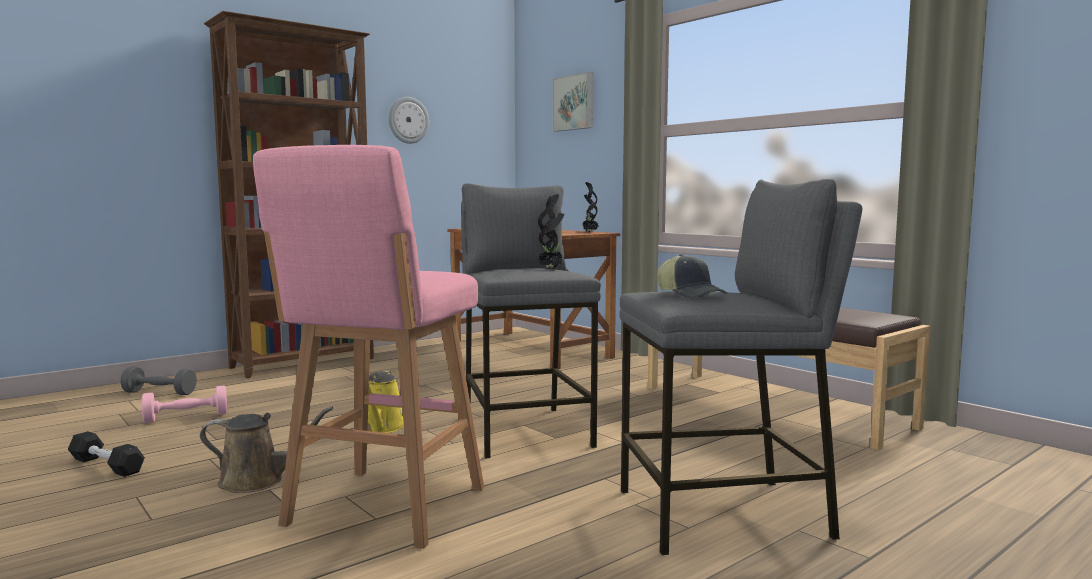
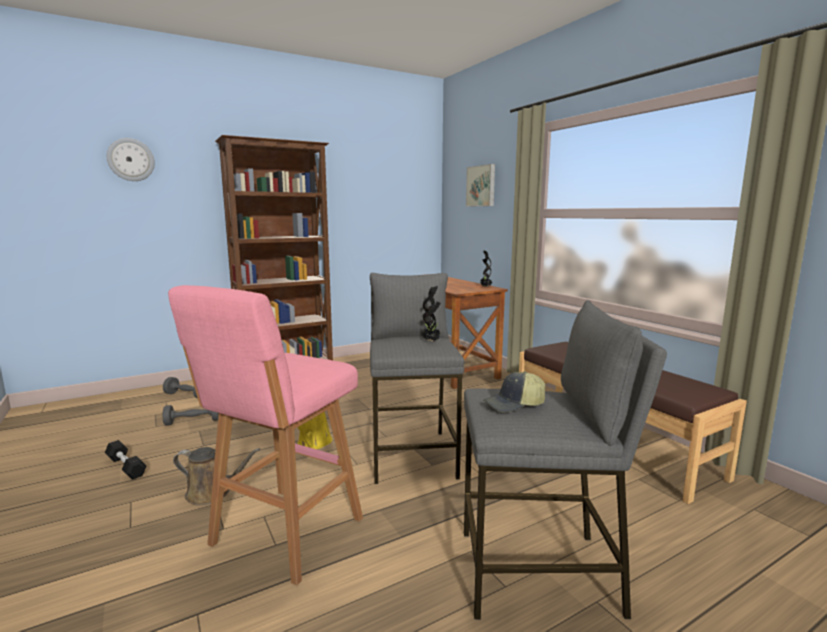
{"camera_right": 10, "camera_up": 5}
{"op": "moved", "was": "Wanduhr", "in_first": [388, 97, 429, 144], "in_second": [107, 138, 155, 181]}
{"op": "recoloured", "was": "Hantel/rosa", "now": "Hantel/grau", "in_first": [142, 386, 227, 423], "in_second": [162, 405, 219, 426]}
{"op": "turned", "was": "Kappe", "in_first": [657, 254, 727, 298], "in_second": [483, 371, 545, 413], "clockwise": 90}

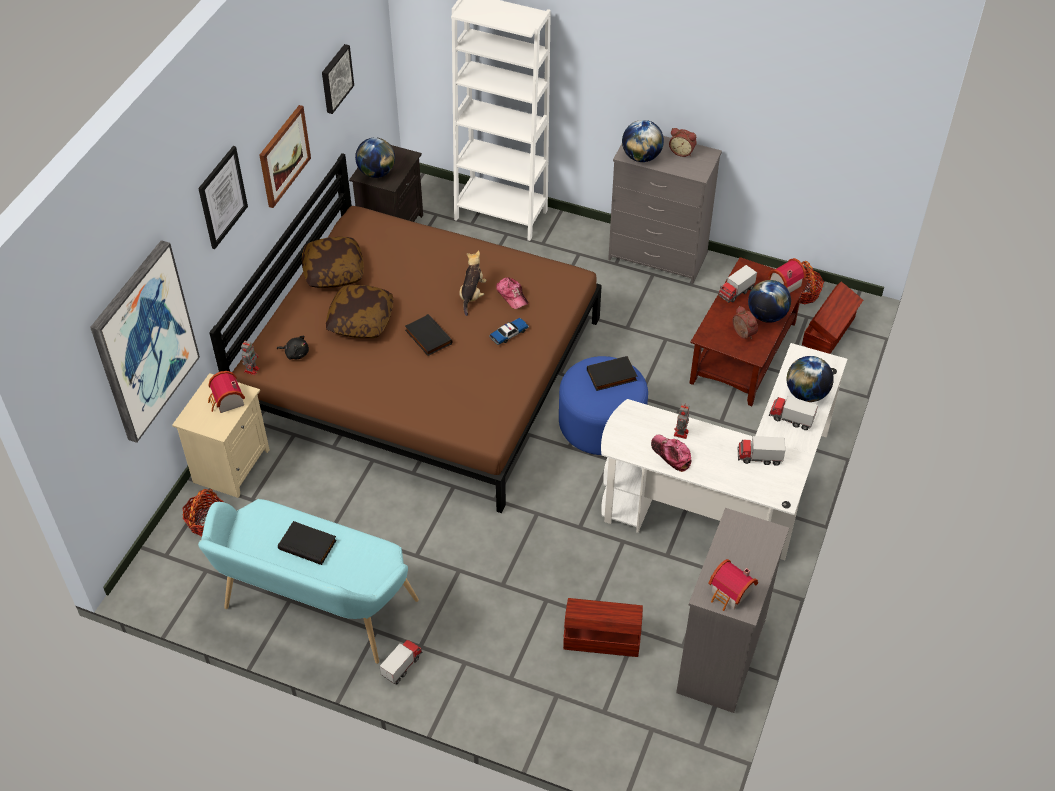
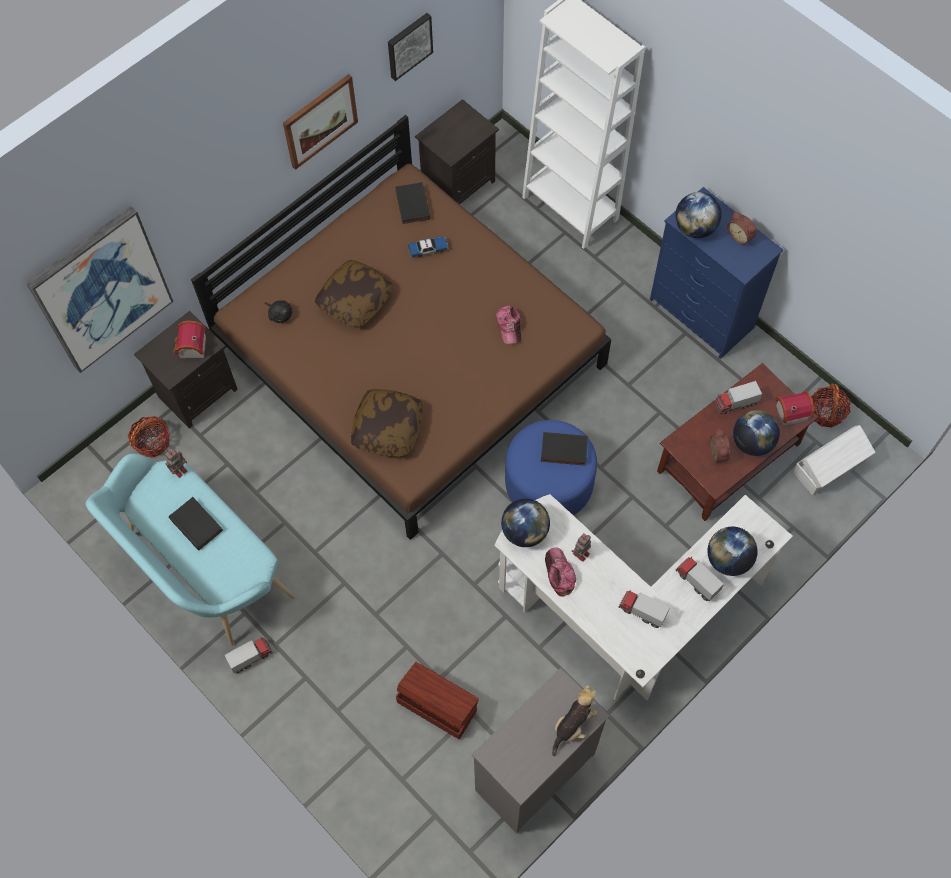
{"camera_right": 25, "camera_up": 15}
{"op": "recoloured", "was": "Nachttisch/beige", "now": "Nachttisch/schwarz", "in_first": [172, 373, 270, 498], "in_second": [134, 311, 238, 429]}
{"op": "moved", "was": "Spielzeugroboter", "in_first": [241, 341, 259, 375], "in_second": [165, 449, 187, 478]}
{"op": "moved", "was": "Kissen", "in_first": [302, 237, 364, 288], "in_second": [351, 389, 423, 457]}
{"op": "moved", "was": "Buch/schwarz", "in_first": [405, 314, 452, 356], "in_second": [395, 182, 430, 224]}
{"op": "moved", "was": "Spielzeugauto", "in_first": [489, 318, 529, 345], "in_second": [407, 237, 449, 257]}
{"op": "moved", "was": "Globus", "in_first": [355, 137, 395, 178], "in_second": [501, 499, 550, 547]}
{"op": "moved", "was": "Plüschtier", "in_first": [459, 250, 486, 316], "in_second": [552, 685, 597, 757]}
{"op": "recoloured", "was": "Kommode/grau", "now": "Kommode/blau", "in_first": [608, 136, 722, 283], "in_second": [650, 187, 783, 359]}
{"op": "recoloured", "was": "Aufbewahrungsbox/braun", "now": "Aufbewahrungsbox/weiß", "in_first": [802, 282, 863, 354], "in_second": [793, 425, 875, 496]}
{"op": "removed", "was": "Bild", "in_first": [198, 146, 248, 249]}
{"op": "removed", "was": "Spielzeughaus", "in_first": [708, 559, 758, 611]}

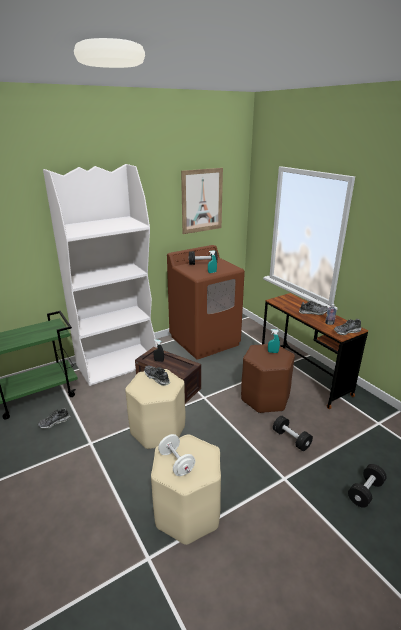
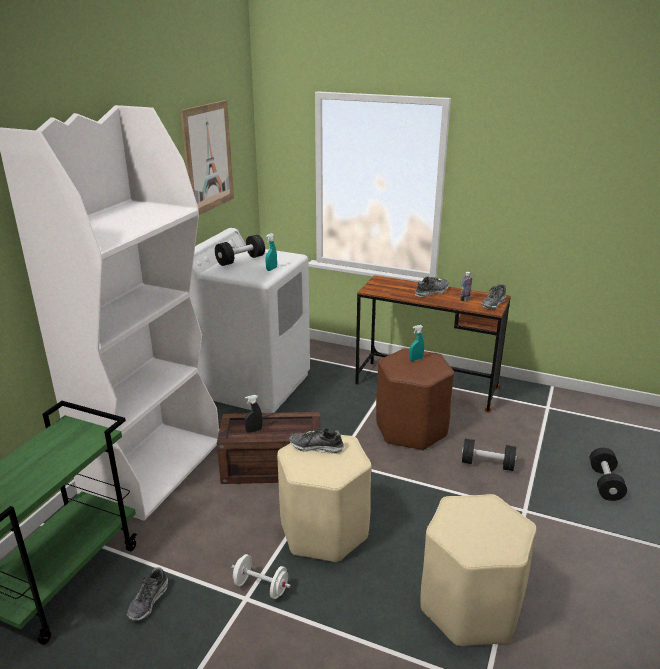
{"camera_right": -35, "camera_up": 0}
{"op": "recoloured", "was": "Waschmaschine/braun", "now": "Waschmaschine/weiß", "in_first": [167, 245, 245, 360], "in_second": [190, 228, 310, 413]}
{"op": "moved", "was": "Hantel/weiß", "in_first": [158, 434, 195, 476], "in_second": [231, 554, 291, 599]}

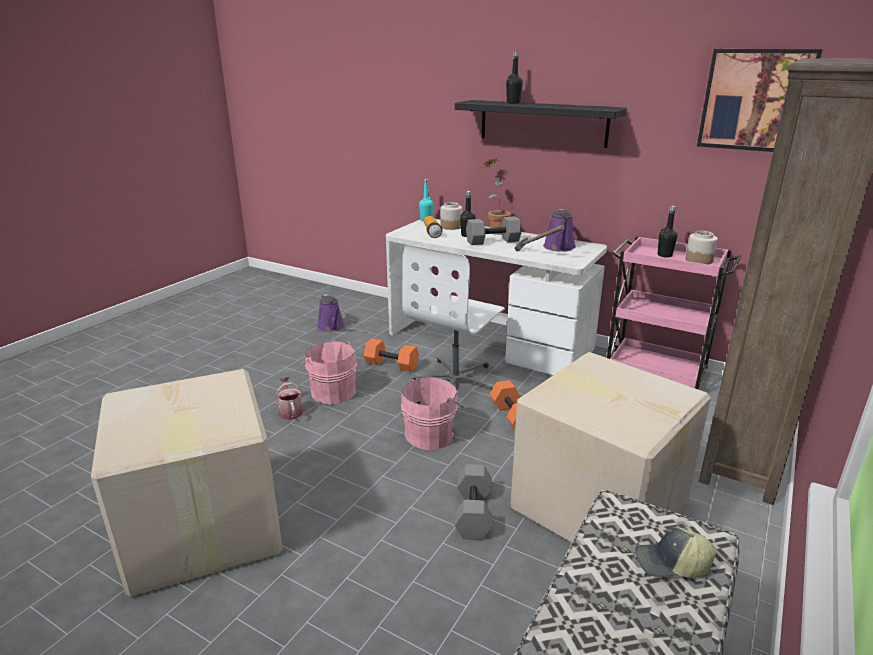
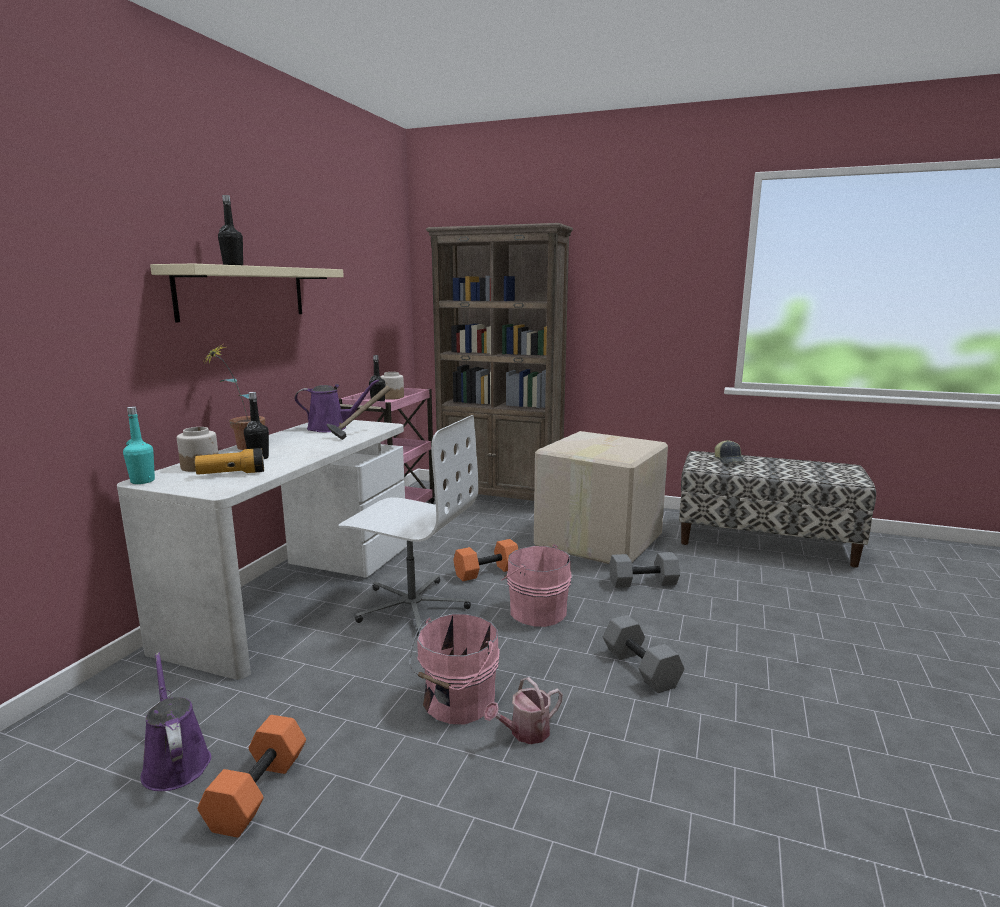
{"camera_right": -100, "camera_up": -10}
{"op": "turned", "was": "Gießkanne/lila", "in_first": [317, 294, 344, 332], "in_second": [141, 652, 211, 791], "clockwise": -90}
{"op": "recoloured", "was": "Wandregal/schwarz", "now": "Wandregal/beige", "in_first": [455, 100, 627, 148], "in_second": [150, 264, 344, 322]}
{"op": "moved", "was": "Hantel/orange", "in_first": [364, 338, 419, 372], "in_second": [197, 715, 306, 837]}
{"op": "moved", "was": "Hantel/grau", "in_first": [466, 216, 522, 245], "in_second": [603, 615, 684, 693]}
{"op": "removed", "was": "Karton", "in_first": [91, 369, 283, 596]}
{"op": "removed", "was": "Bild", "in_first": [697, 49, 823, 152]}

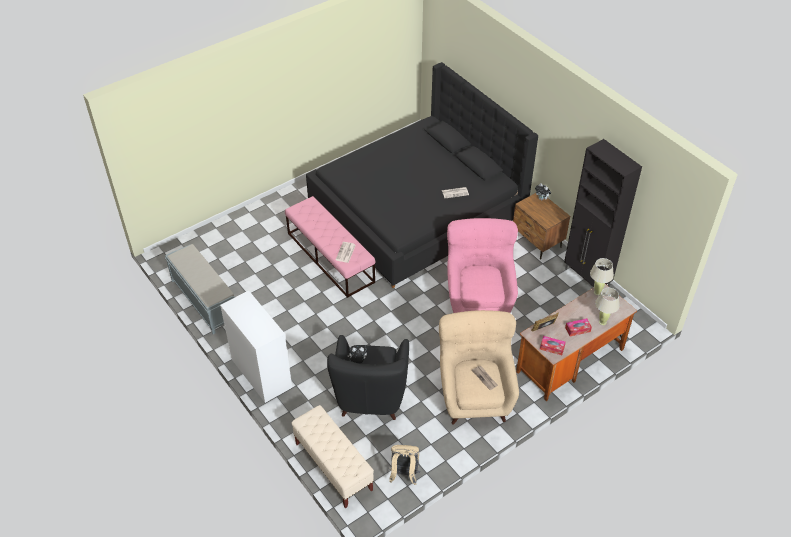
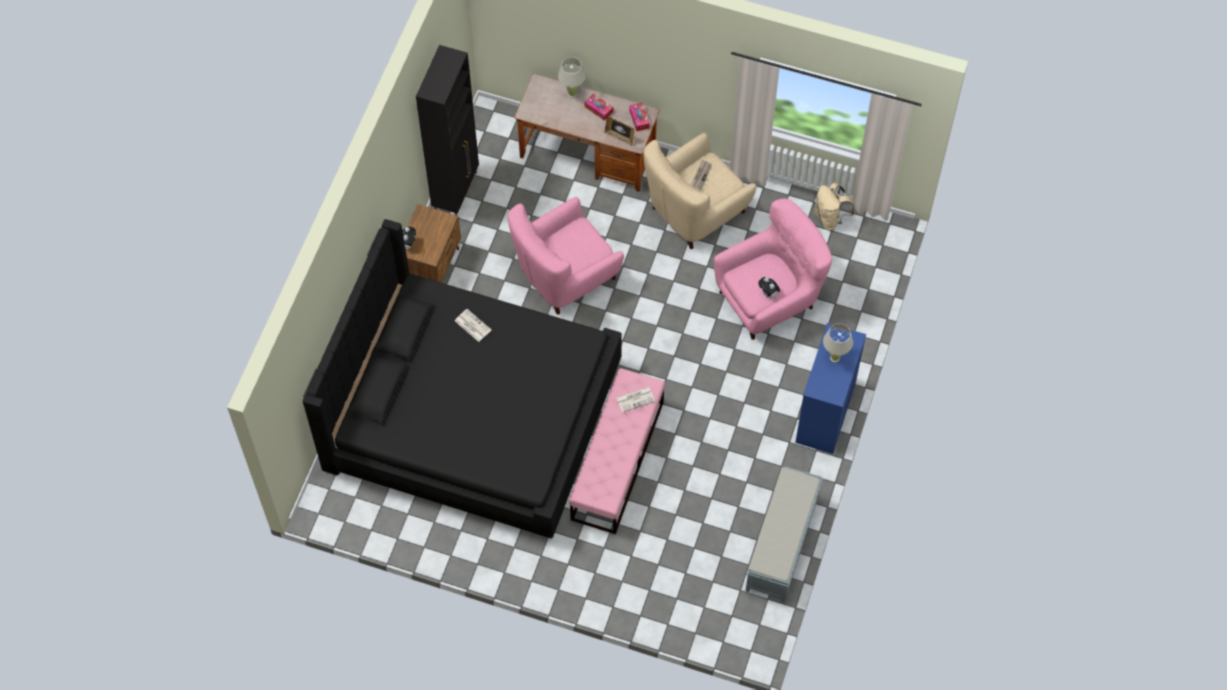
{"camera_right": -125, "camera_up": 15}
{"op": "recoloured", "was": "Sessel/schwarz", "now": "Sessel/rosa", "in_first": [327, 335, 409, 420], "in_second": [714, 198, 832, 340]}
{"op": "recoloured", "was": "Kommode/weiß", "now": "Kommode/blau", "in_first": [220, 290, 292, 403], "in_second": [795, 323, 866, 454]}
{"op": "moved", "was": "Tischlampe/beige", "in_first": [590, 258, 614, 295], "in_second": [823, 323, 853, 362]}
{"op": "removed", "was": "Bank/beige", "in_first": [291, 405, 374, 508]}

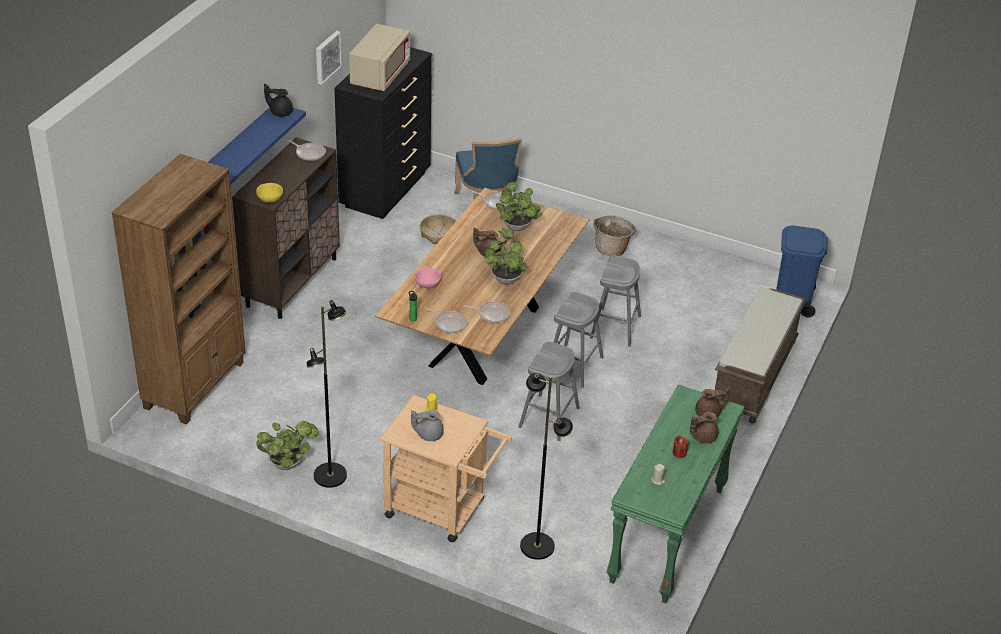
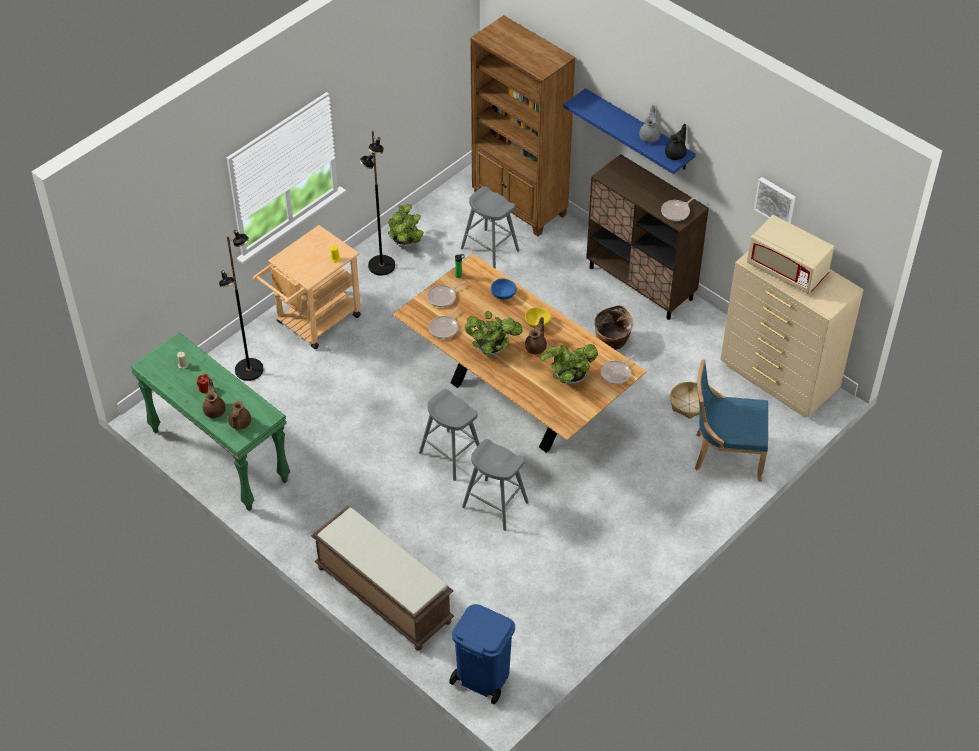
{"camera_right": 110, "camera_up": 10}
{"op": "moved", "was": "Hocker/grau", "in_first": [519, 342, 580, 441], "in_second": [461, 186, 519, 269]}
{"op": "recoloured", "was": "Schüssel/rosa", "now": "Schüssel/blau", "in_first": [414, 267, 441, 288], "in_second": [491, 278, 516, 300]}
{"op": "moved", "was": "Schüssel/gelb", "in_first": [256, 183, 283, 203], "in_second": [525, 307, 551, 328]}
{"op": "moved", "was": "Korb", "in_first": [593, 215, 636, 256], "in_second": [595, 305, 633, 350]}
{"op": "moved", "was": "Teekanne/grau", "in_first": [411, 410, 444, 441], "in_second": [639, 105, 661, 143]}
{"op": "recoloured", "was": "Kommode/schwarz", "now": "Kommode/beige", "in_first": [334, 47, 432, 219], "in_second": [720, 252, 864, 417]}

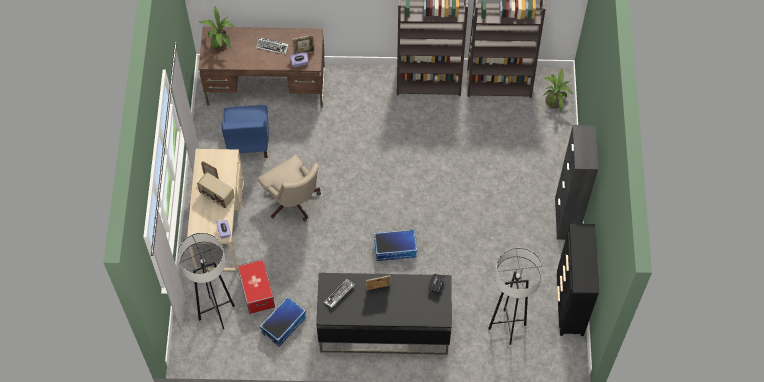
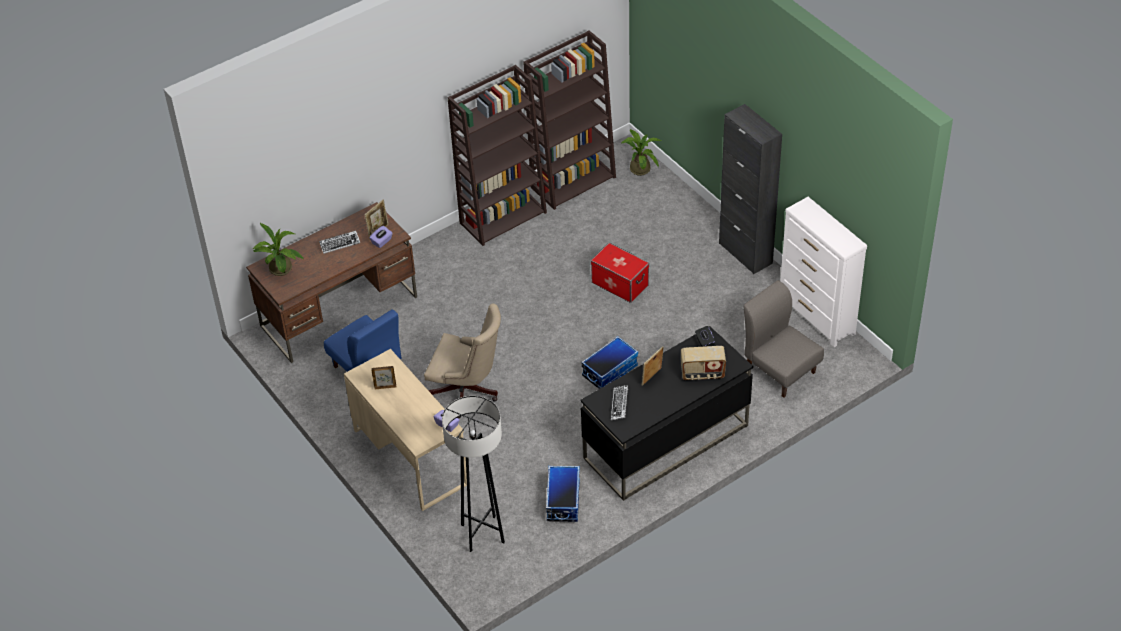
{"camera_right": -35, "camera_up": -15}
{"op": "moved", "was": "Aufbewahrungsbox", "in_first": [237, 259, 275, 314], "in_second": [591, 243, 649, 303]}
{"op": "moved", "was": "Radio", "in_first": [197, 172, 235, 208], "in_second": [681, 346, 726, 380]}
{"op": "replaced", "was": "Stehlampe/grau", "now": "Stuhl/grau", "in_first": [488, 248, 543, 345], "in_second": [744, 280, 824, 398]}
{"op": "recoloured", "was": "Kommode/schwarz", "now": "Kommode/weiß", "in_first": [557, 224, 599, 336], "in_second": [780, 197, 867, 347]}

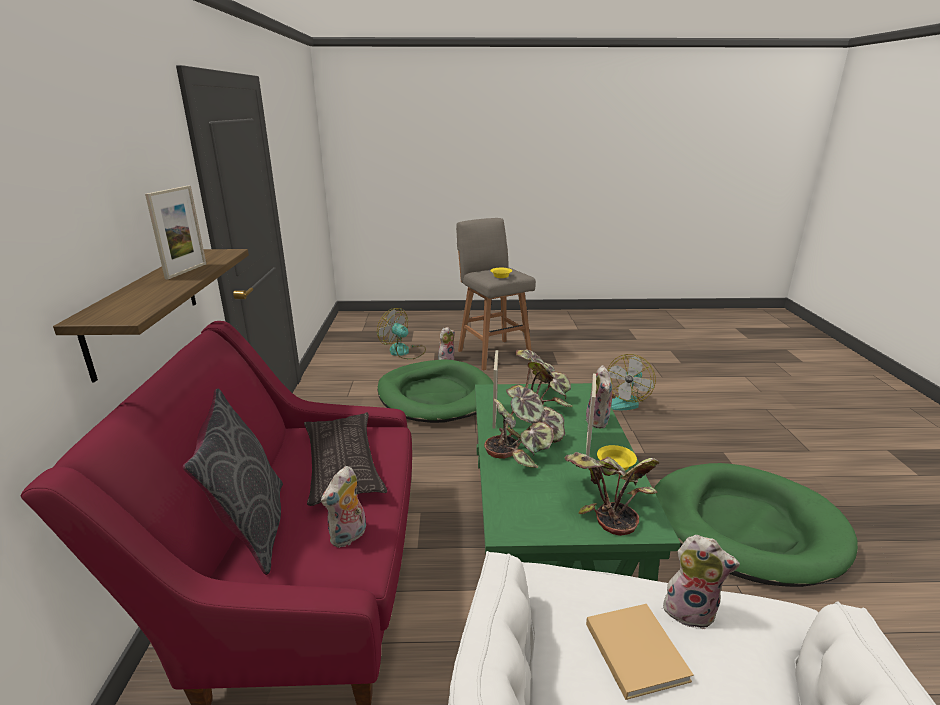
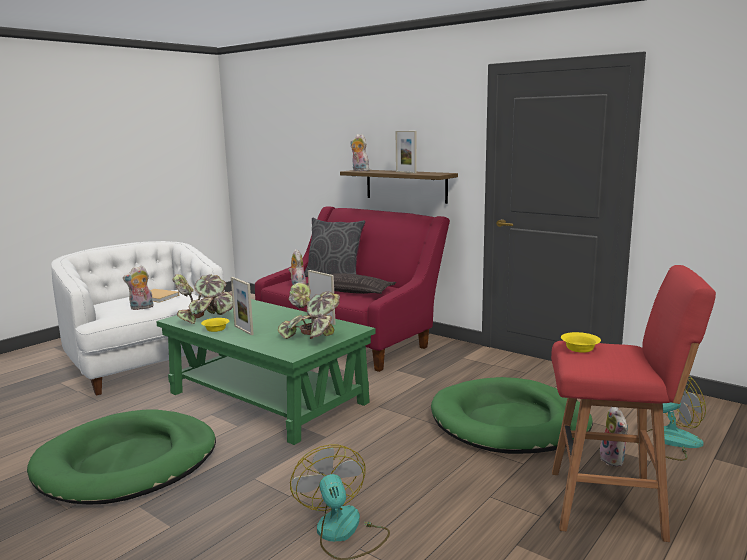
{"camera_right": 130, "camera_up": -10}
{"op": "moved", "was": "Plüschtier", "in_first": [586, 365, 616, 428], "in_second": [350, 134, 369, 171]}
{"op": "recoloured", "was": "Hocker/grau", "now": "Hocker/rot", "in_first": [456, 218, 536, 371], "in_second": [551, 265, 716, 542]}
{"op": "removed", "was": "Topfpflanze", "in_first": [484, 384, 565, 468]}

